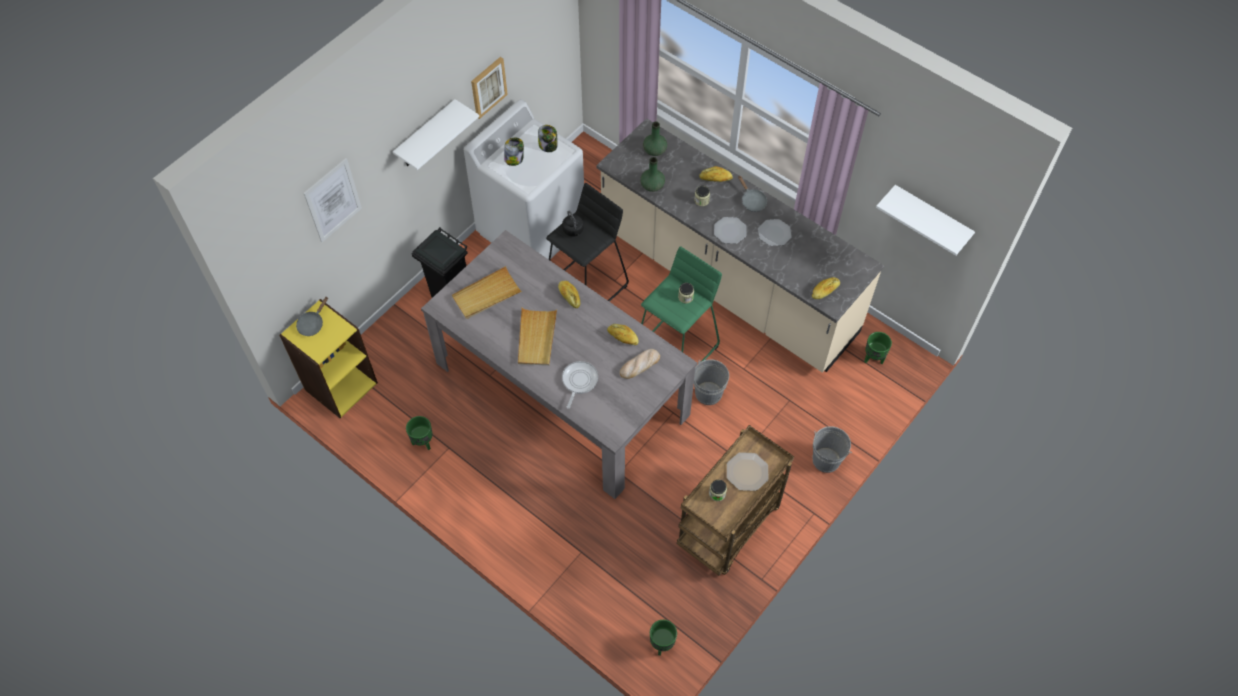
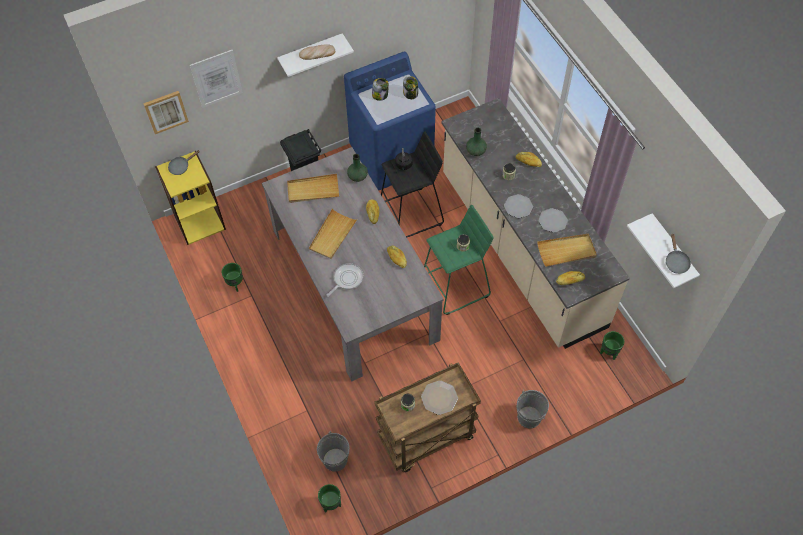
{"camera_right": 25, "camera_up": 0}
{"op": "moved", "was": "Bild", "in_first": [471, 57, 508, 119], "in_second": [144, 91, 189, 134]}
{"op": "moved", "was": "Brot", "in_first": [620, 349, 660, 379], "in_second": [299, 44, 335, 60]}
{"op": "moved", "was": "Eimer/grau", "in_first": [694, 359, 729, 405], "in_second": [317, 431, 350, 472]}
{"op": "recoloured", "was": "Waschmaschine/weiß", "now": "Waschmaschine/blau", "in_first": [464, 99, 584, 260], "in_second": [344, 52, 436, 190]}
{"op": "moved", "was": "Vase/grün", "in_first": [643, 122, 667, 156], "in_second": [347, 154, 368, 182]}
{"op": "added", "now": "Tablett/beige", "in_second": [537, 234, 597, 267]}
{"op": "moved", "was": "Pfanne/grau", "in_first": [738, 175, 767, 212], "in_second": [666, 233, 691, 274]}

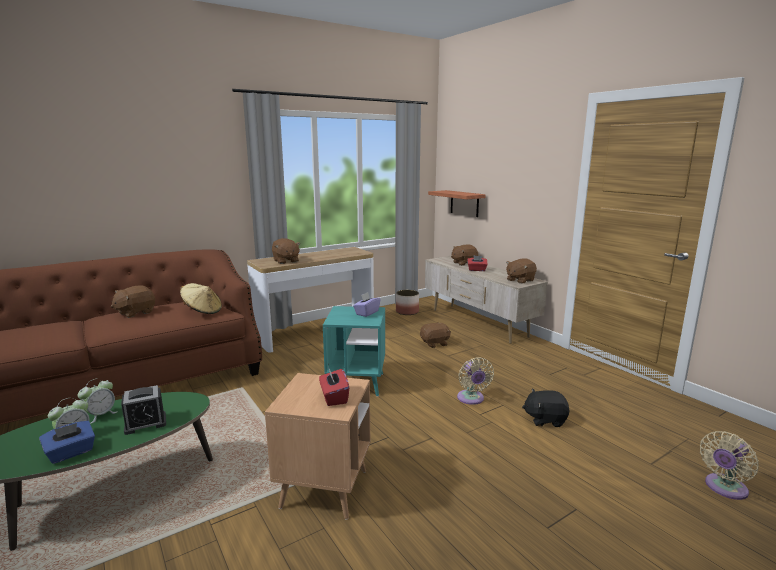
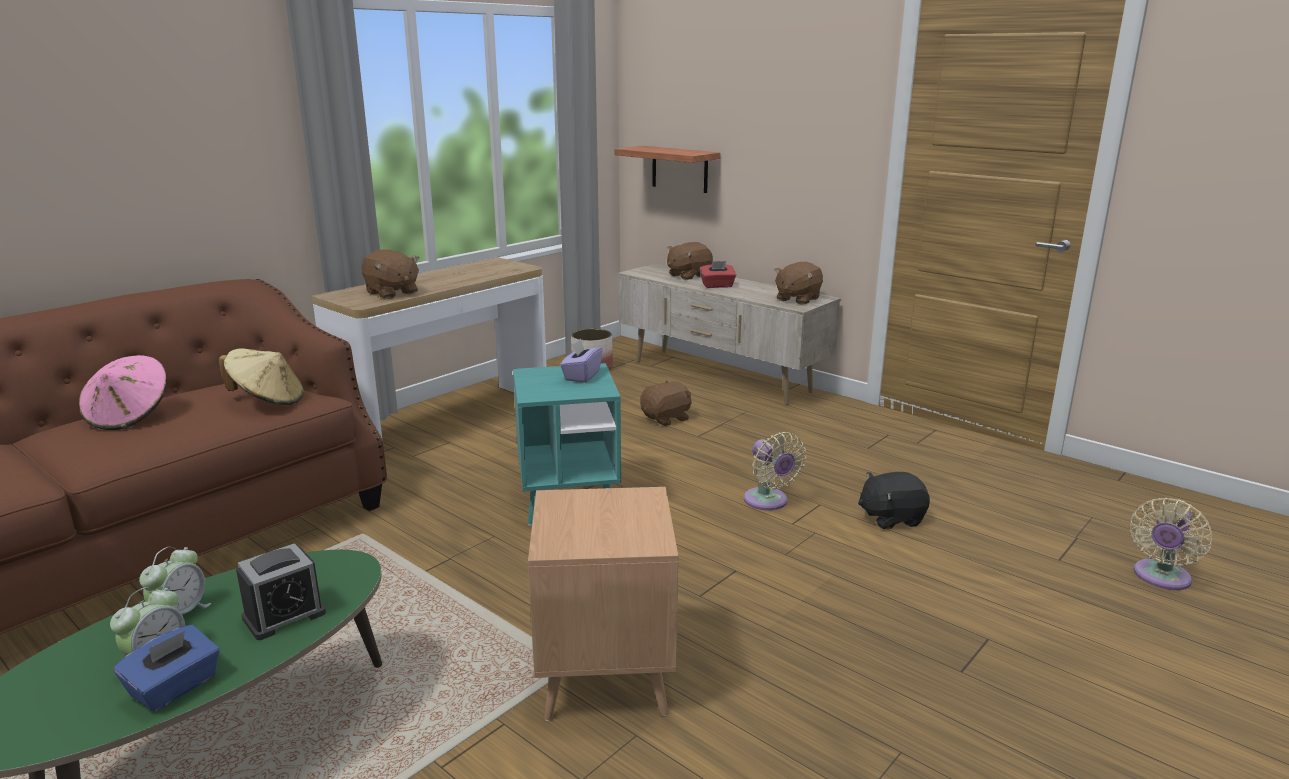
{"camera_right": -15, "camera_up": 5}
{"op": "replaced", "was": "Plüschtier/braun", "now": "Hut/rosa", "in_first": [111, 285, 155, 318], "in_second": [79, 355, 167, 430]}
{"op": "removed", "was": "Taschentuchbox/rot", "in_first": [319, 366, 349, 406]}

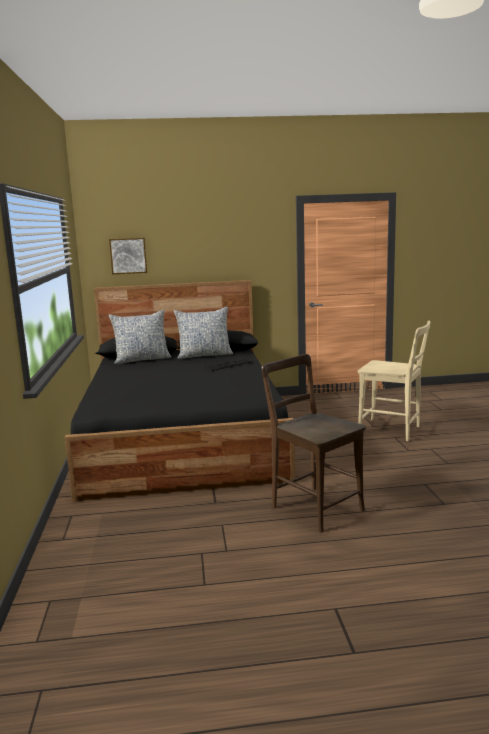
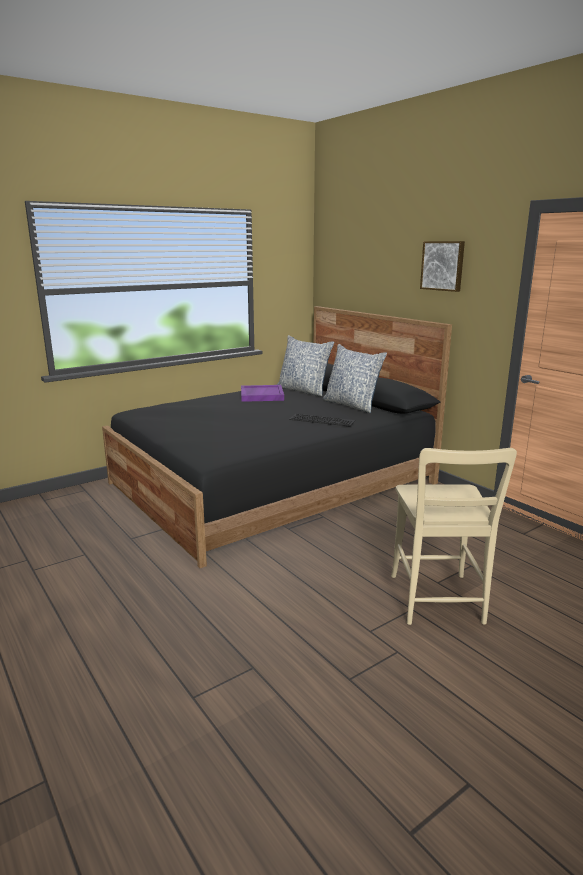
{"camera_right": 60, "camera_up": 5}
{"op": "added", "now": "Tablett/lila", "in_second": [241, 385, 284, 402]}
{"op": "moved", "was": "Bild", "in_first": [109, 238, 147, 274], "in_second": [420, 241, 465, 292]}
{"op": "removed", "was": "Stuhl/braun", "in_first": [262, 354, 366, 532]}

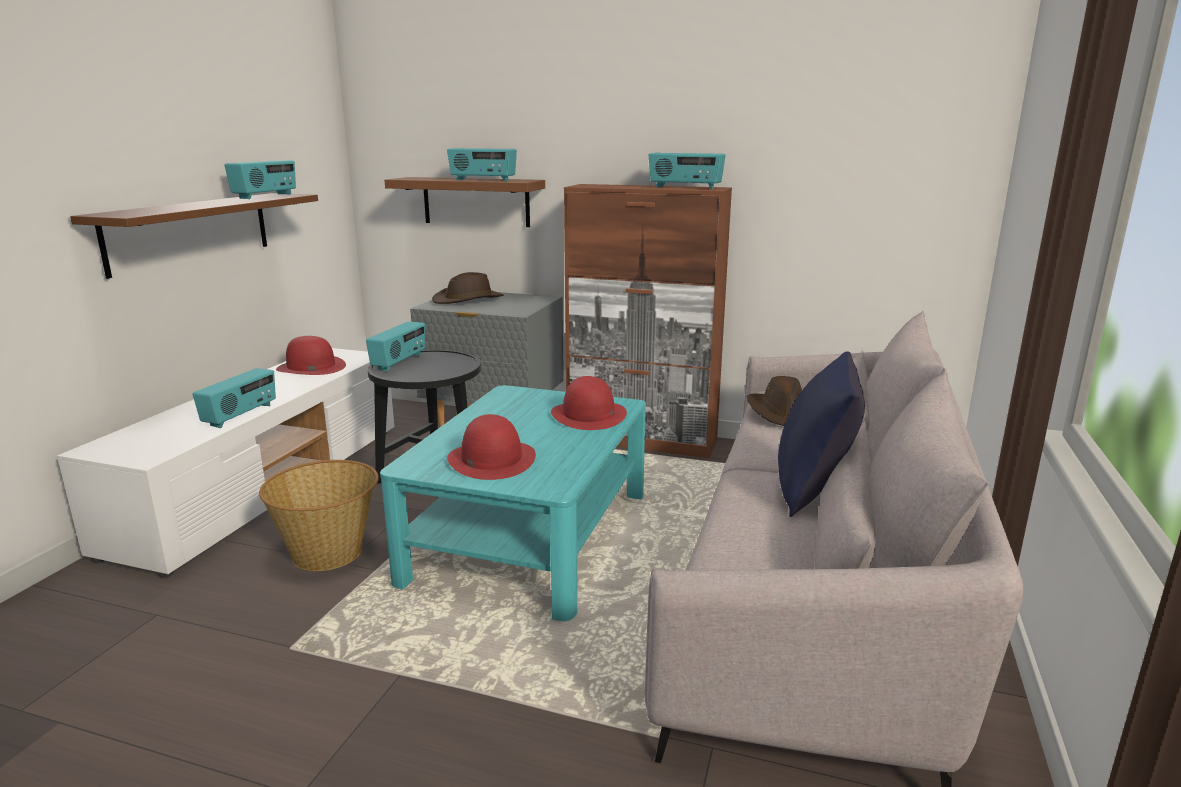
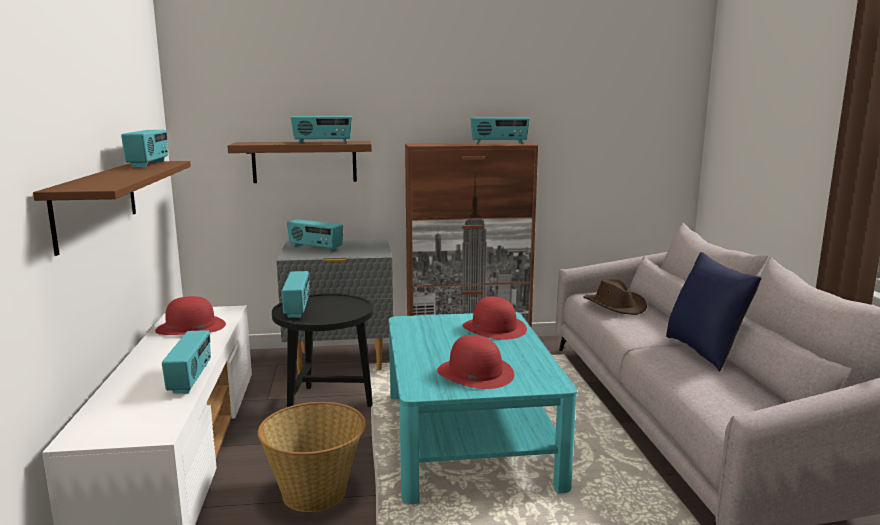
{"camera_right": -25, "camera_up": -5}
{"op": "replaced", "was": "Hut/braun", "now": "Radio", "in_first": [432, 272, 503, 304], "in_second": [287, 219, 343, 252]}

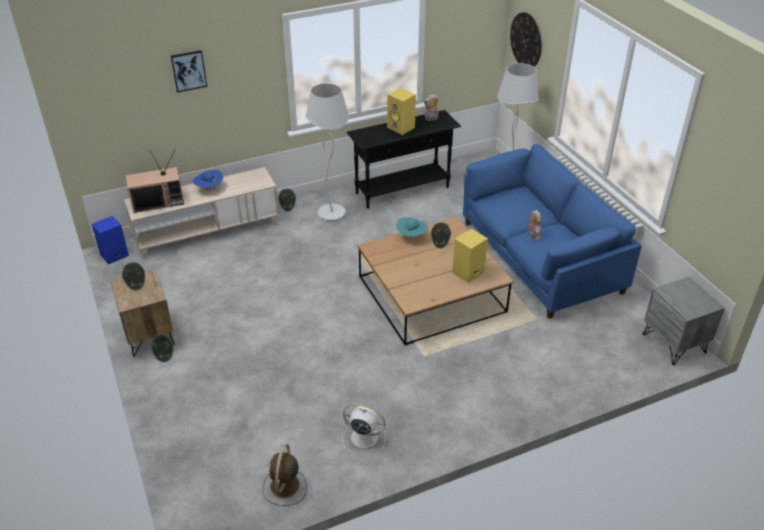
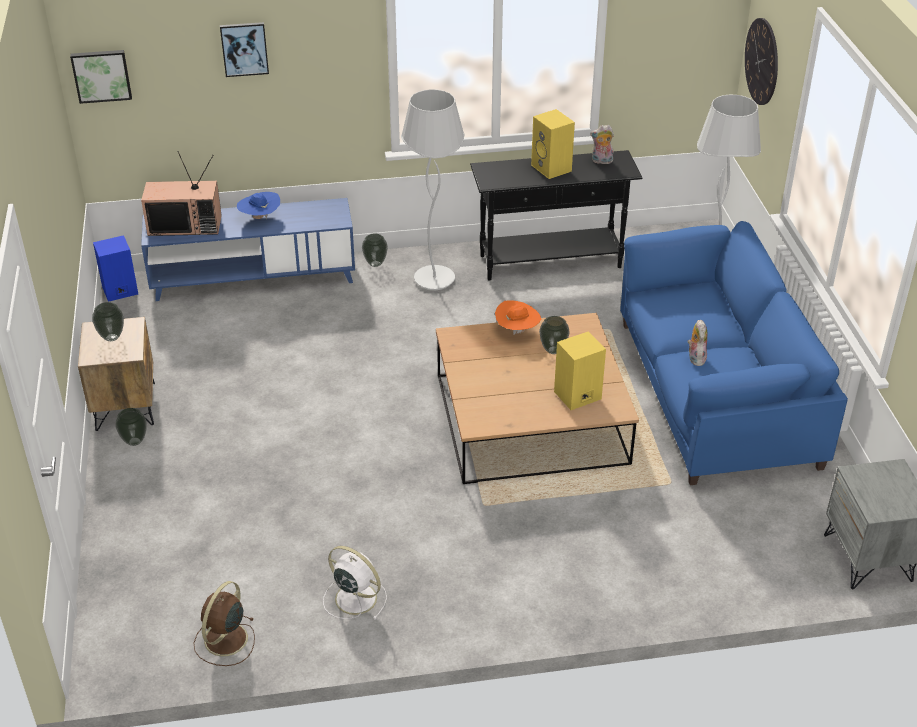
{"camera_right": 15, "camera_up": 0}
{"op": "added", "now": "Bild", "in_second": [70, 50, 132, 104]}
{"op": "recoloured", "was": "Fernsehschrank/beige", "now": "Fernsehschrank/blau", "in_first": [124, 167, 279, 259], "in_second": [141, 198, 355, 301]}
{"op": "recoloured", "was": "Hut/türkis", "now": "Hut/orange", "in_first": [396, 217, 428, 240], "in_second": [495, 300, 541, 335]}

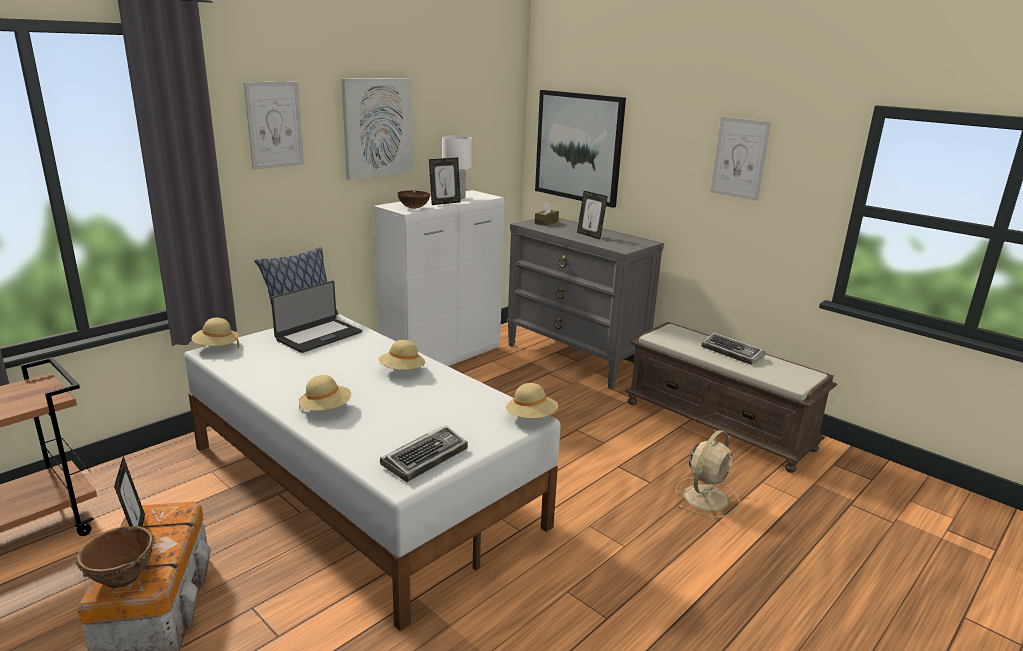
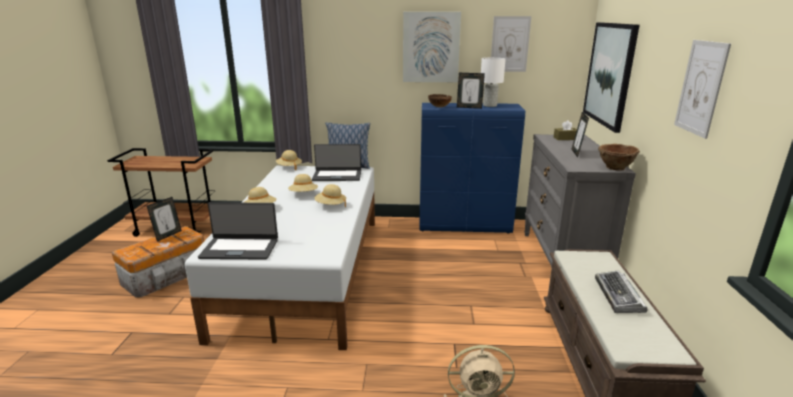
{"camera_right": 50, "camera_up": 0}
{"op": "replaced", "was": "Tastatur", "now": "Laptop", "in_first": [380, 426, 468, 482], "in_second": [198, 202, 278, 260]}
{"op": "moved", "was": "Hut/beige", "in_first": [506, 383, 558, 418], "in_second": [288, 174, 318, 192]}
{"op": "recoloured", "was": "Schrank/weiß", "now": "Schrank/blau", "in_first": [373, 190, 505, 366], "in_second": [419, 103, 525, 233]}
{"op": "moved", "was": "Bild", "in_first": [244, 82, 304, 170], "in_second": [491, 16, 531, 72]}
{"op": "moved", "was": "Schüssel/braun", "in_first": [76, 526, 155, 588], "in_second": [598, 144, 640, 171]}

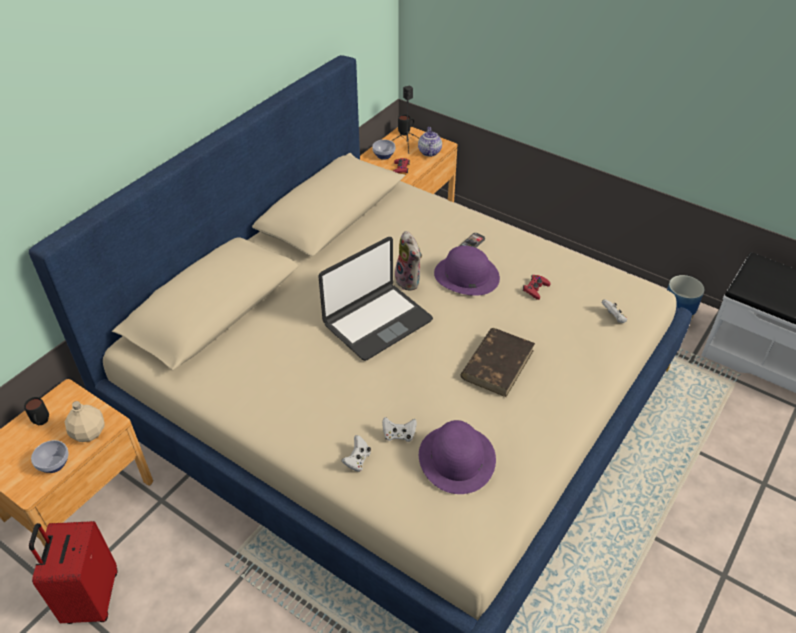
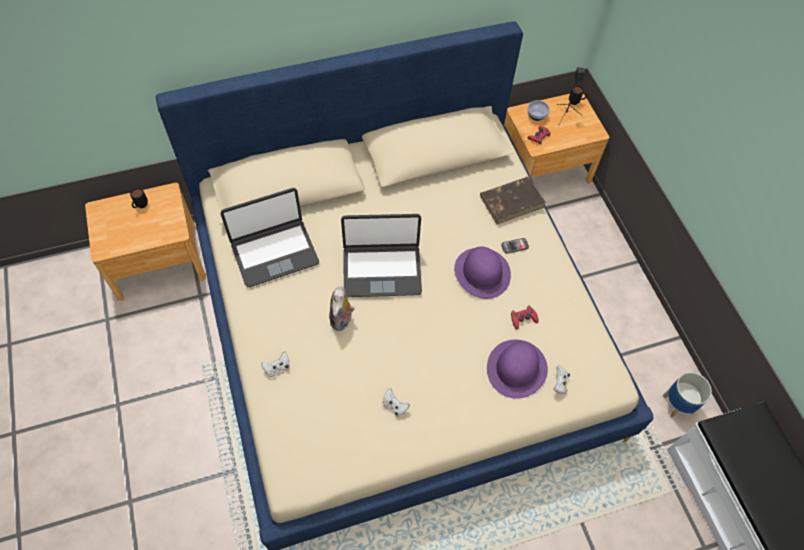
{"camera_right": 35, "camera_up": 15}
{"op": "added", "now": "Laptop", "in_second": [221, 188, 319, 287]}
{"op": "moved", "was": "Plüschtier", "in_first": [395, 231, 422, 291], "in_second": [329, 286, 354, 331]}
{"op": "moved", "was": "Gamepad/weiß", "in_first": [382, 417, 417, 442], "in_second": [382, 388, 410, 417]}
{"op": "moved", "was": "Buch/braun", "in_first": [461, 328, 535, 397], "in_second": [480, 177, 546, 224]}
{"op": "moved", "was": "Hut/lila", "in_first": [419, 420, 496, 494], "in_second": [487, 340, 548, 399]}
{"op": "removed", "was": "Koffer/rot", "in_first": [29, 521, 117, 624]}
{"op": "removed", "was": "Schüssel", "in_first": [31, 440, 69, 473]}
{"op": "removed", "was": "Flasche/beige", "in_first": [64, 401, 105, 442]}
{"op": "removed", "was": "Teekanne", "in_first": [418, 127, 442, 157]}

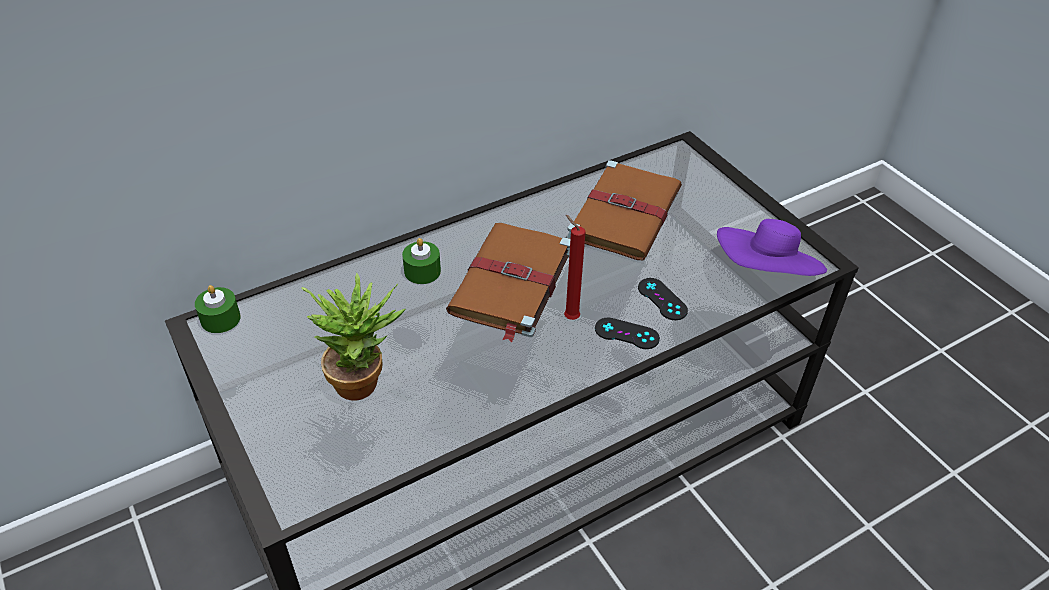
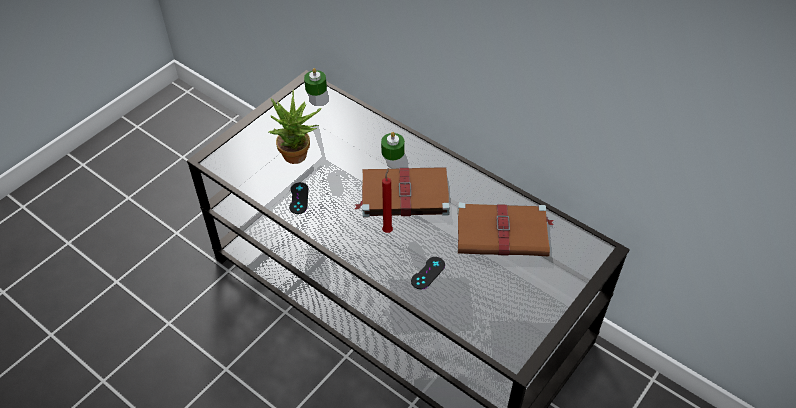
{"camera_right": 70, "camera_up": 5}
{"op": "moved", "was": "Gamepad/schwarz", "in_first": [595, 317, 660, 349], "in_second": [289, 182, 309, 214]}
{"op": "removed", "was": "Hut/lila", "in_first": [717, 219, 827, 276]}

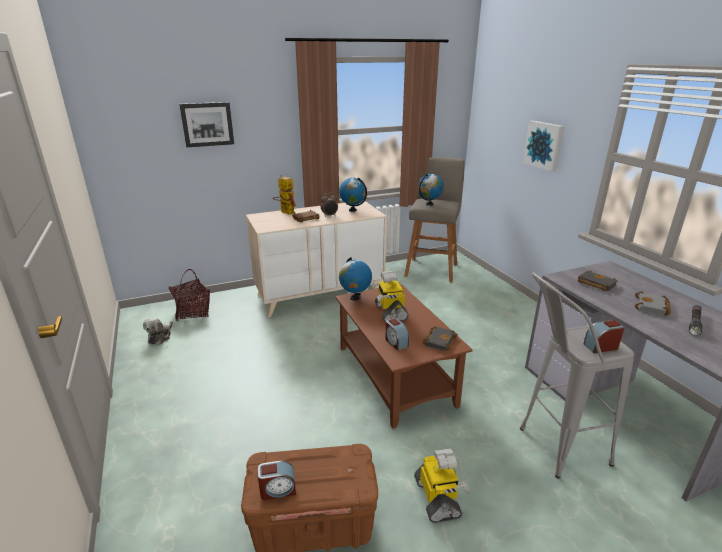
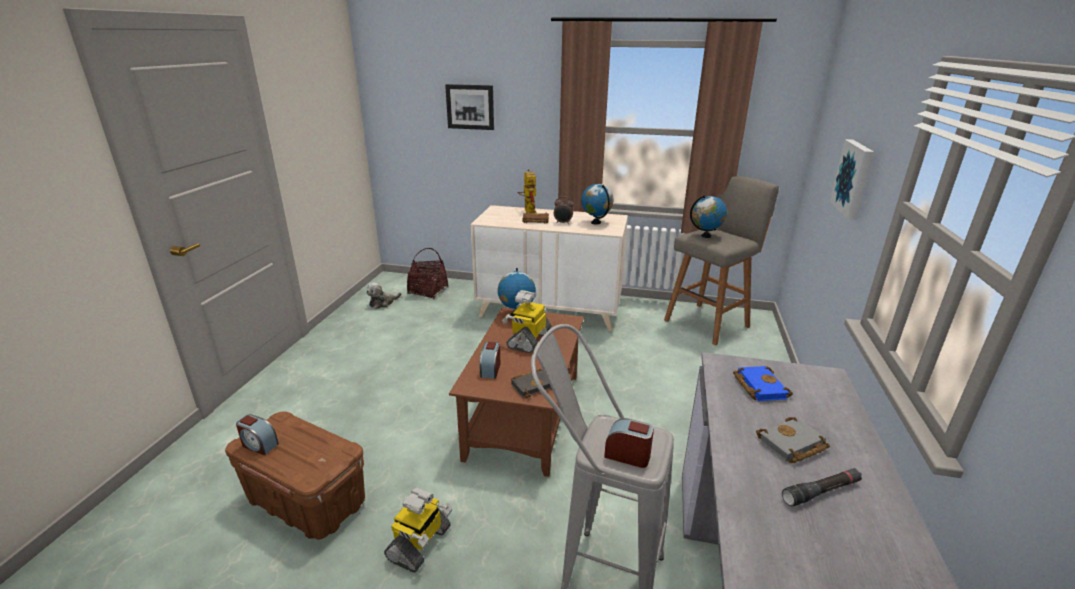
{"camera_right": 35, "camera_up": 0}
{"op": "recoloured", "was": "Buch/schwarz", "now": "Buch/blau", "in_first": [578, 270, 618, 291], "in_second": [733, 366, 793, 401]}

